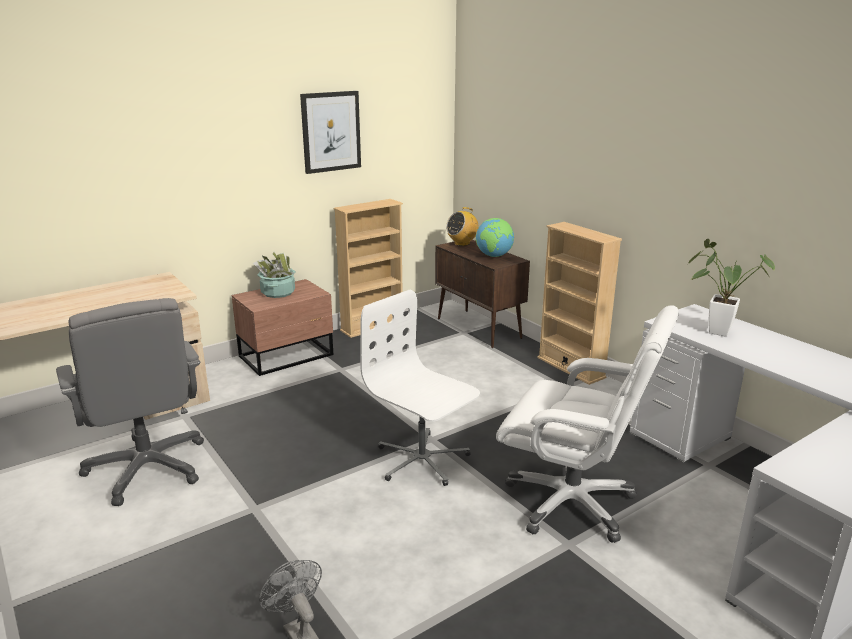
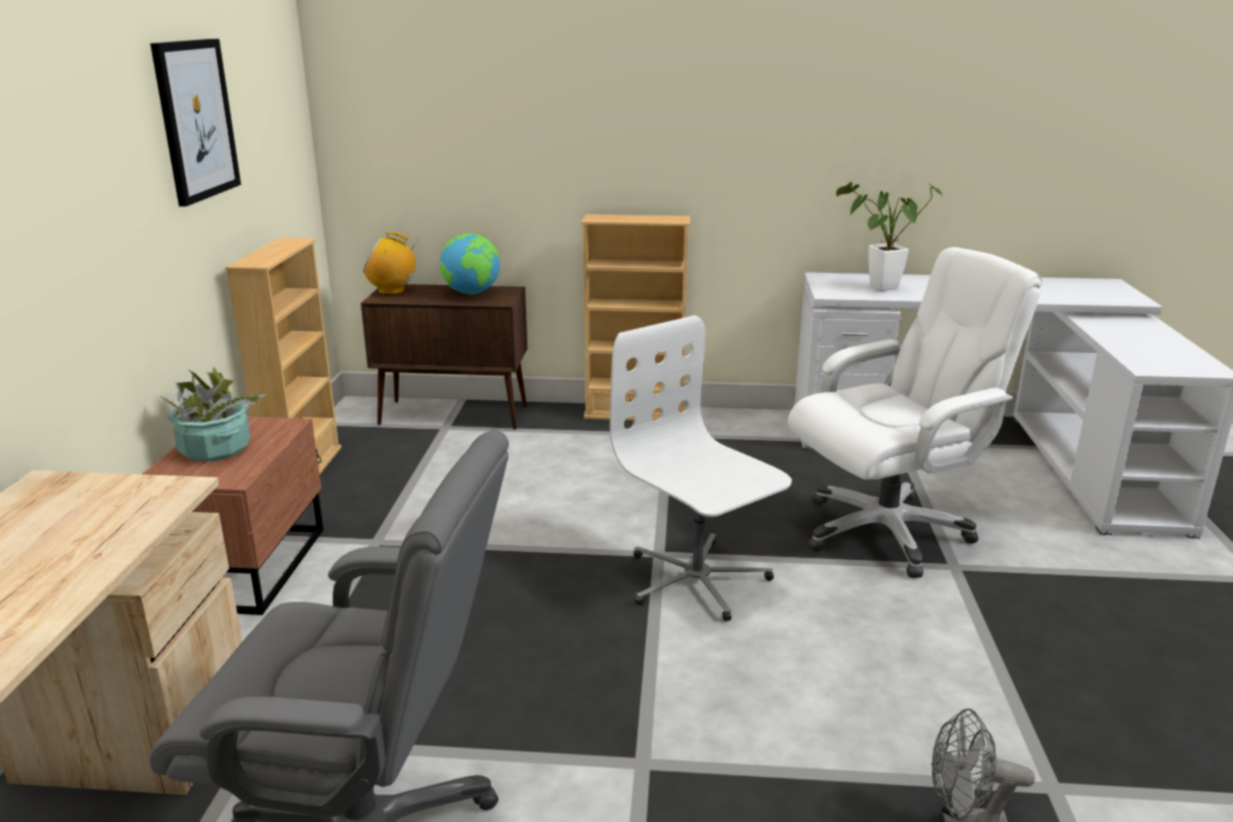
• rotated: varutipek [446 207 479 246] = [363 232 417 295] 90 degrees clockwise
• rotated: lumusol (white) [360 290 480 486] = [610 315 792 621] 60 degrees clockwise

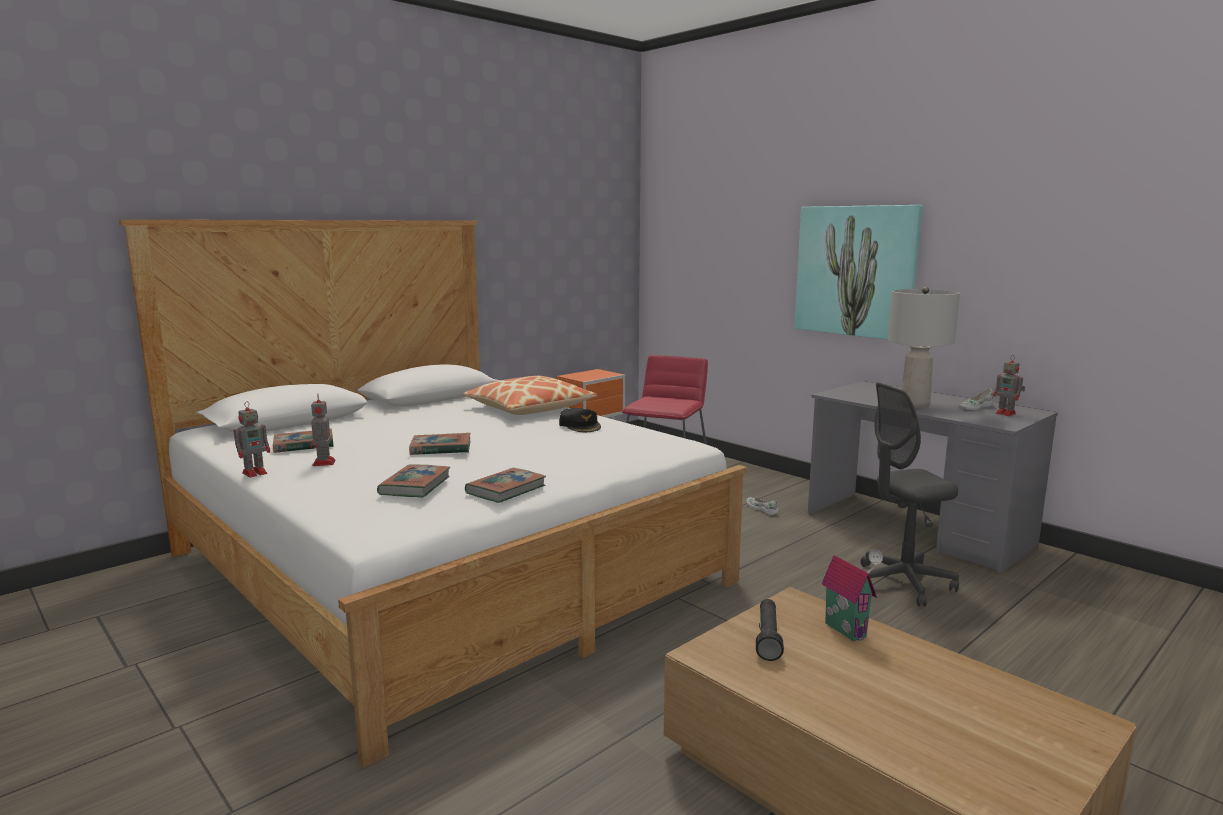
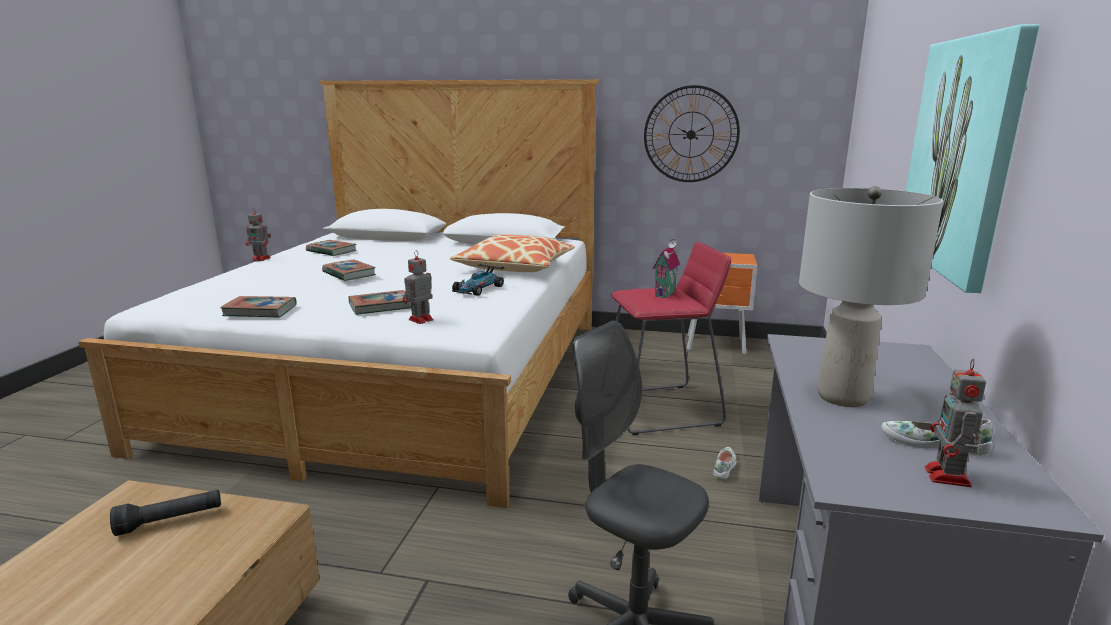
• shifted: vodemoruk [377 464 450 497] to [349 290 411 315]
• shifted: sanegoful [310 395 335 466] to [403 250 433 324]
• swapped: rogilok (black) [559 408 601 432] to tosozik [452 264 504 296]
• new: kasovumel [644 85 740 182]
• shifted: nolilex [821 549 883 641] to [653 239 680 298]

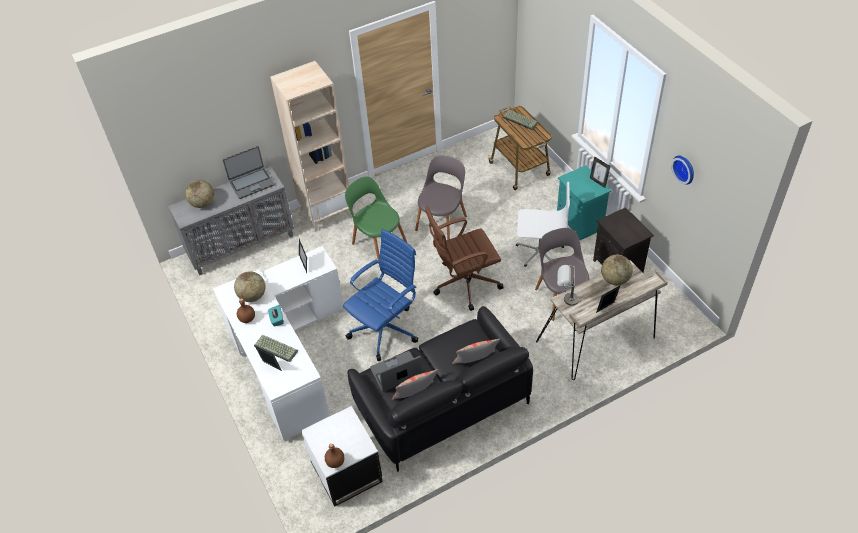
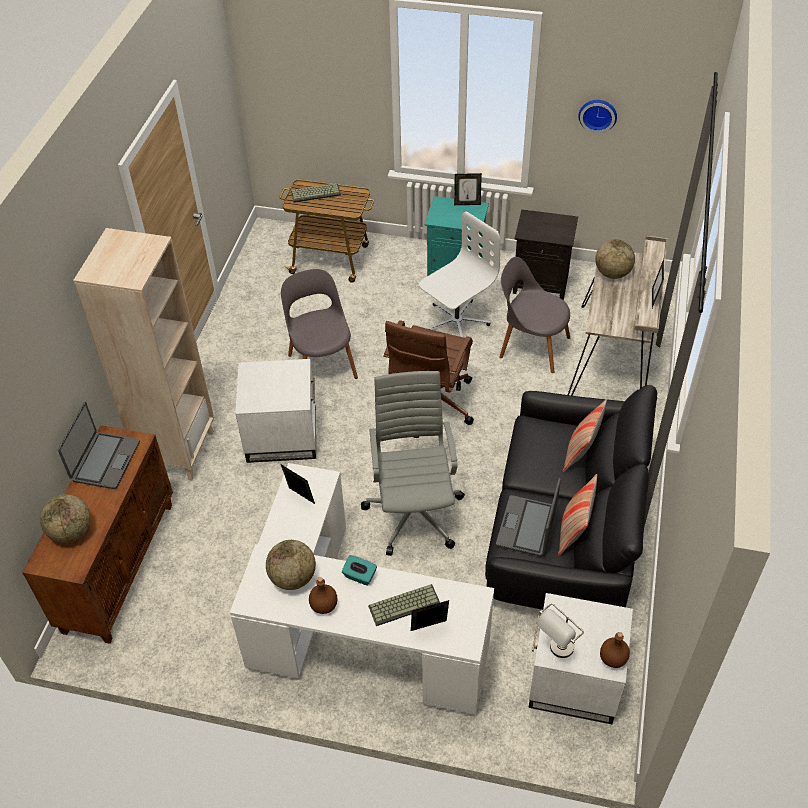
• repainted: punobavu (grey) [168 166 294 275] to punobavu (brown) [22 425 173 644]
• swapped: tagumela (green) [345 177 407 264] to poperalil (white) [235 359 316 463]
• repainted: lumusol (blue) [343 229 418 361] to lumusol (grey) [361 371 465 556]
• shifted: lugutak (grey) [557 265 579 306] to [537 603 584 658]

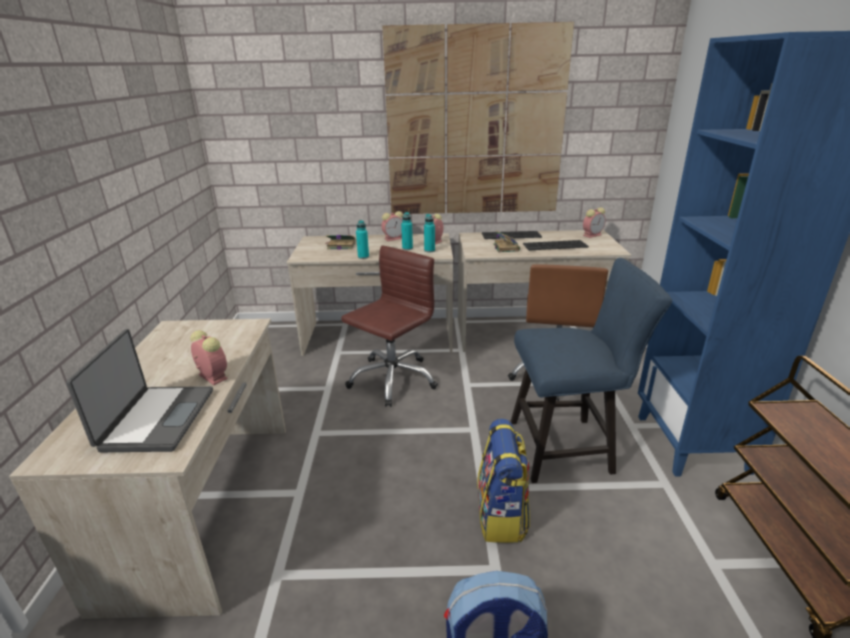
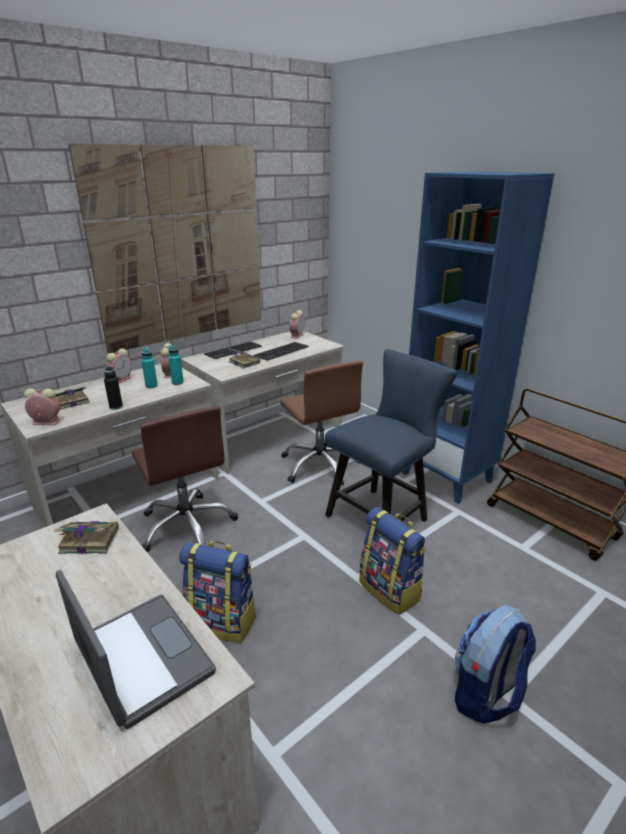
• shifted: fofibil [190 330 228 385] to [24 389 60 425]
• new: vodemoruk [54 521 119 554]
• repainted: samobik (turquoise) [356 220 369 259] to samobik (black) [104 366 123 410]
• rotated: lumusol (brown) [341 245 438 407] = [132 406 238 552] 150 degrees clockwise
• new: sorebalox [179 541 256 643]

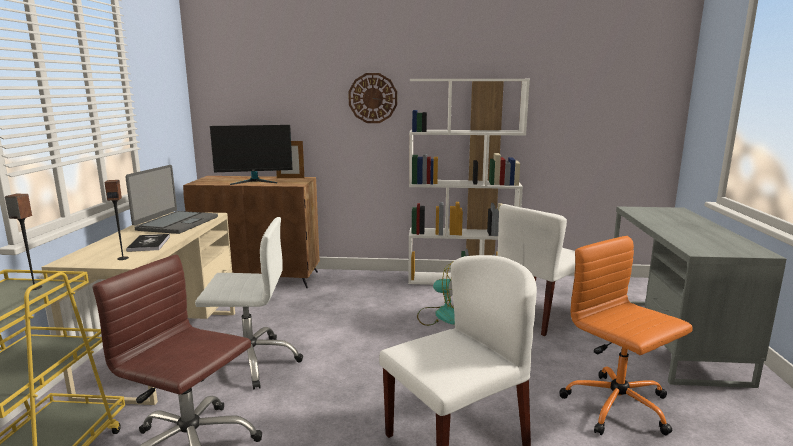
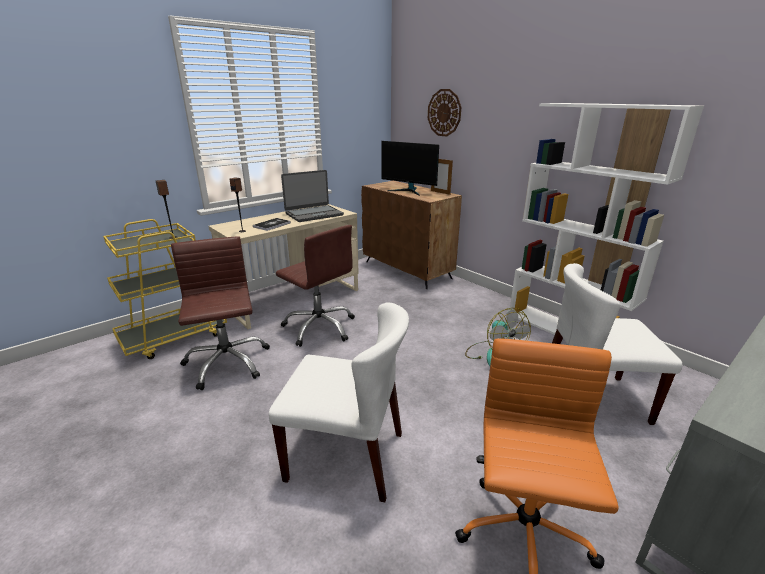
• repainted: lumusol (white) [195 217 303 390] to lumusol (brown) [276 225 355 347]
• shifted: kasovumel [348 73 397 123] to [428 89 461 137]

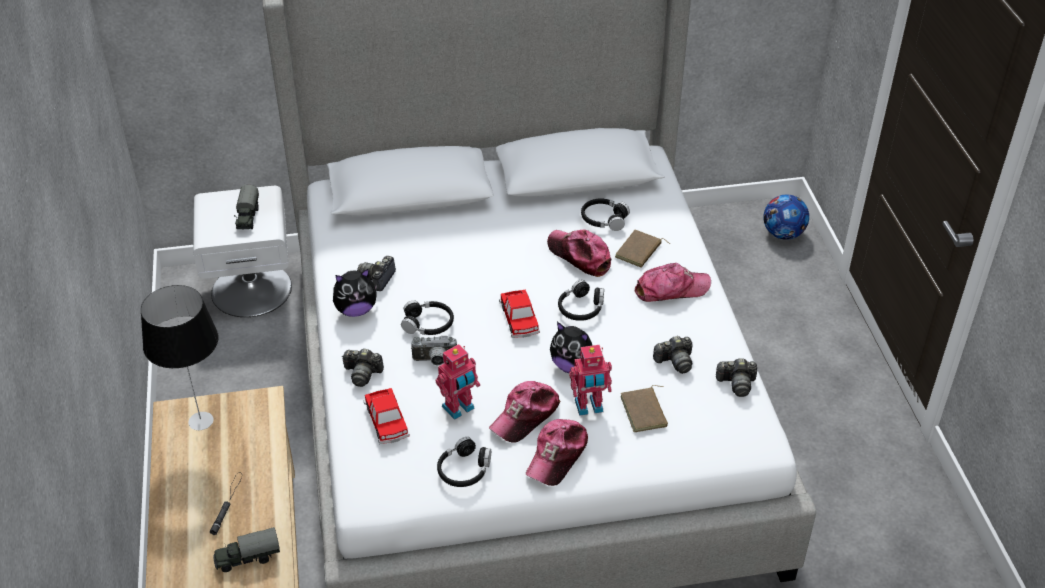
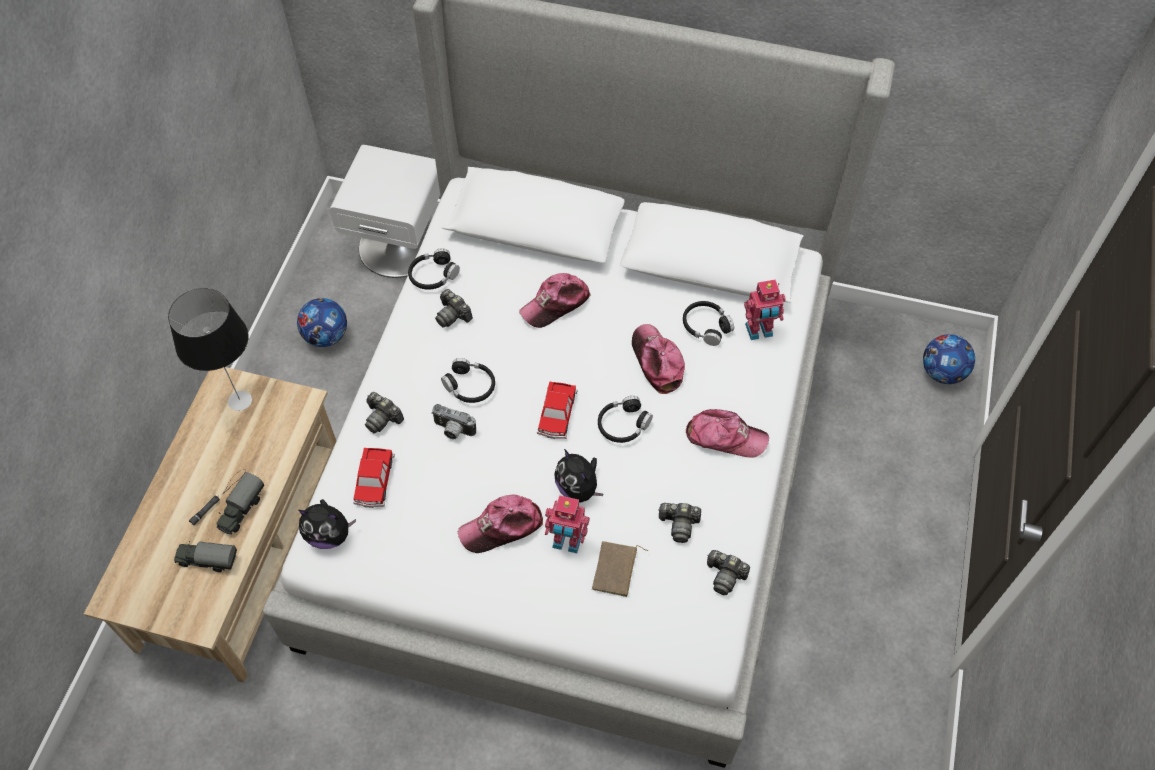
• shifted: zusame [234 185 259 230] to [217 472 264 534]
• new: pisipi [297 298 347 347]
• shifted: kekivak [333 269 377 317] to [299 499 356 549]
• shifted: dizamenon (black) [437 437 491 487] to [408 248 460 290]
• rotated: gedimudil [357 256 396 291] = [435 289 473 328] 90 degrees counterclockwise
• shifted: rogilok [526 419 588 486] to [519 273 591 328]
• shifted: sanegoful [436 344 480 420] to [744 279 786 340]
• gone: vodemoruk (brown) [615 230 670 268]

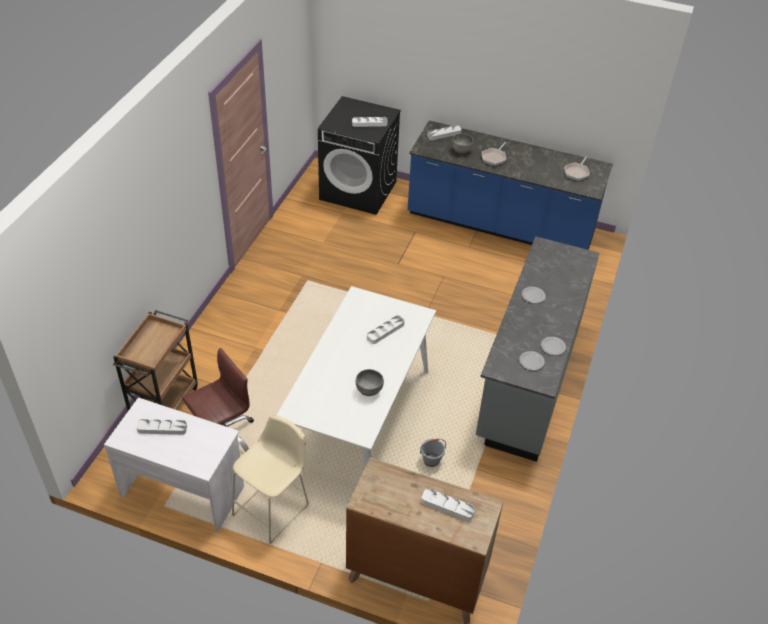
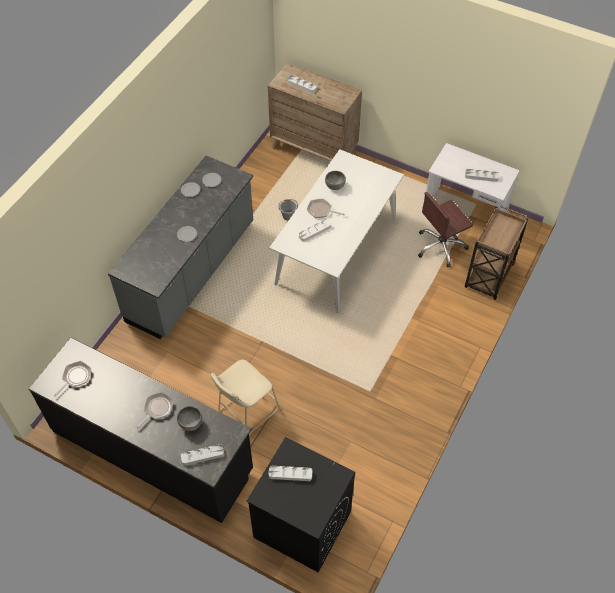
• repainted: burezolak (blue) [407 121 613 250] to burezolak (black) [29 338 253 523]
• shifted: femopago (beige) [231 414 309 544] to [211 360 280 435]
• new: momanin [307 199 345 218]

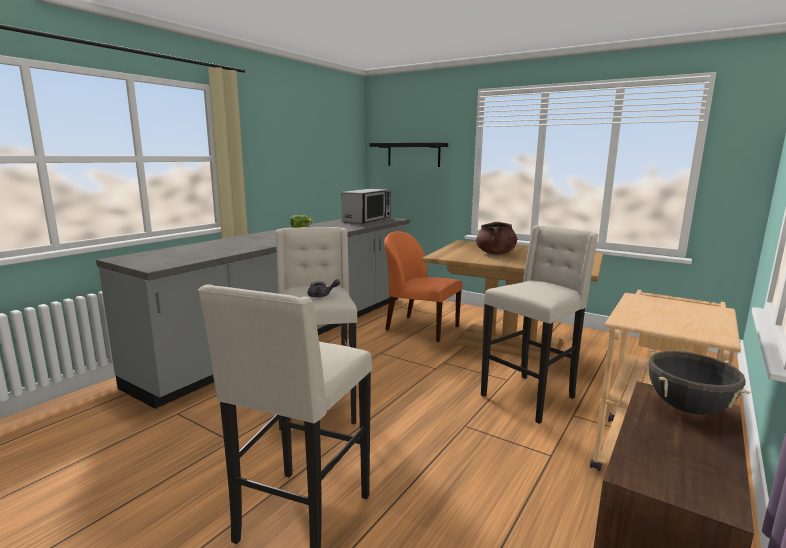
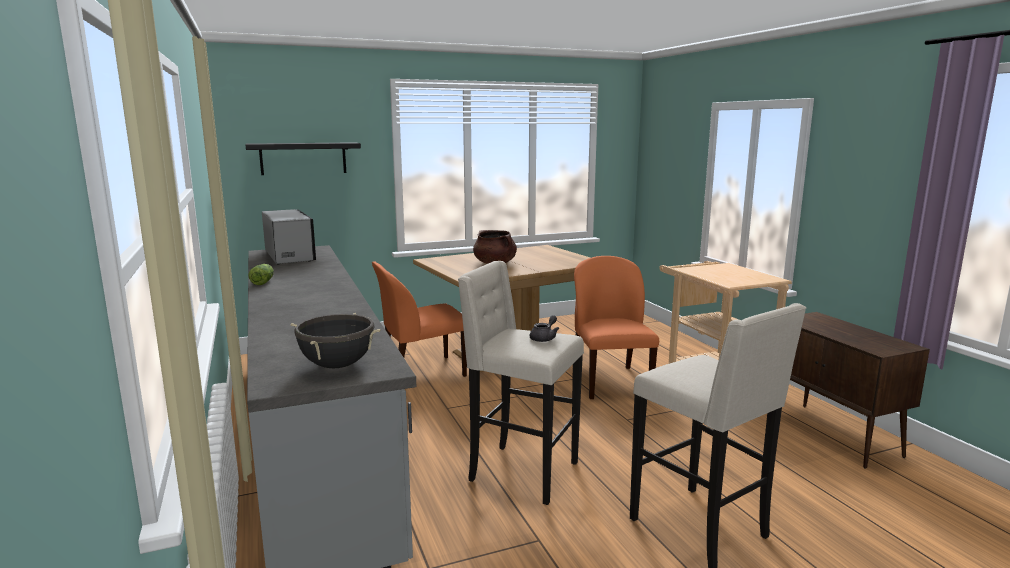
• shifted: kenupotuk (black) [649 350 750 415] to [291 313 380 368]
• swapped: femopago (beige) [481 225 598 424] to tagumela (orange) [574 256 659 399]

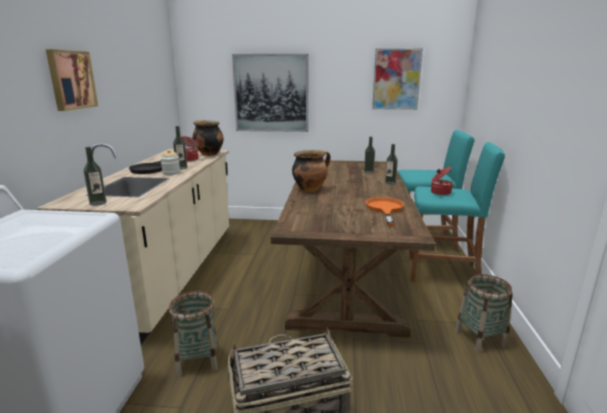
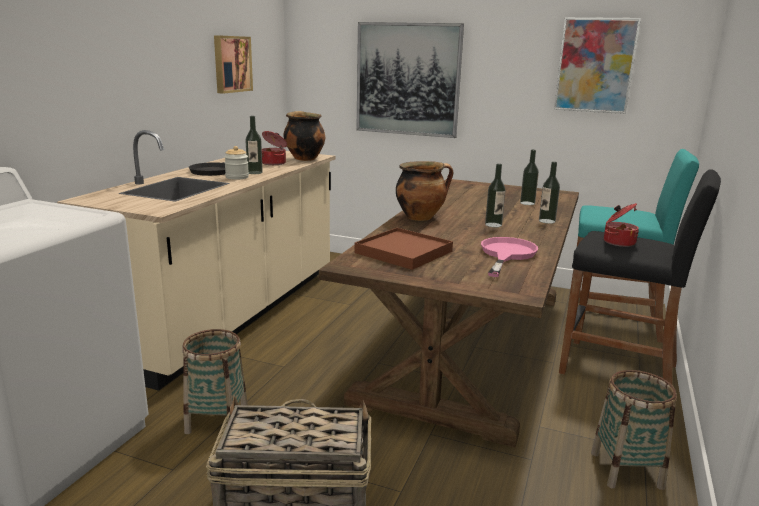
• shifted: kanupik [46 49 98 111] to [214 35 253 94]
• new: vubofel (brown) [354 228 453 270]
• repainted: momanin (orange) [366 197 404 226] to momanin (pink) [481 237 538 277]
• shifted: samobik [83 147 107 206] to [485 164 506 227]
• repainted: femopago (turquoise) [409 142 505 282] to femopago (black) [559 169 721 385]

